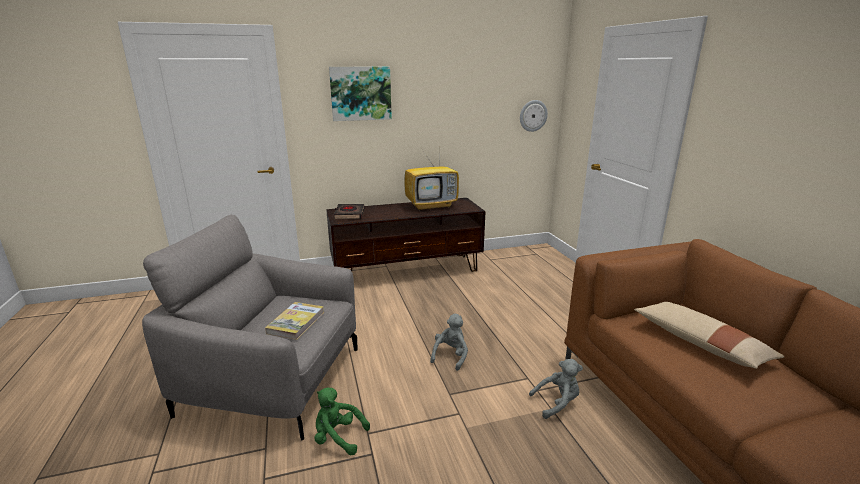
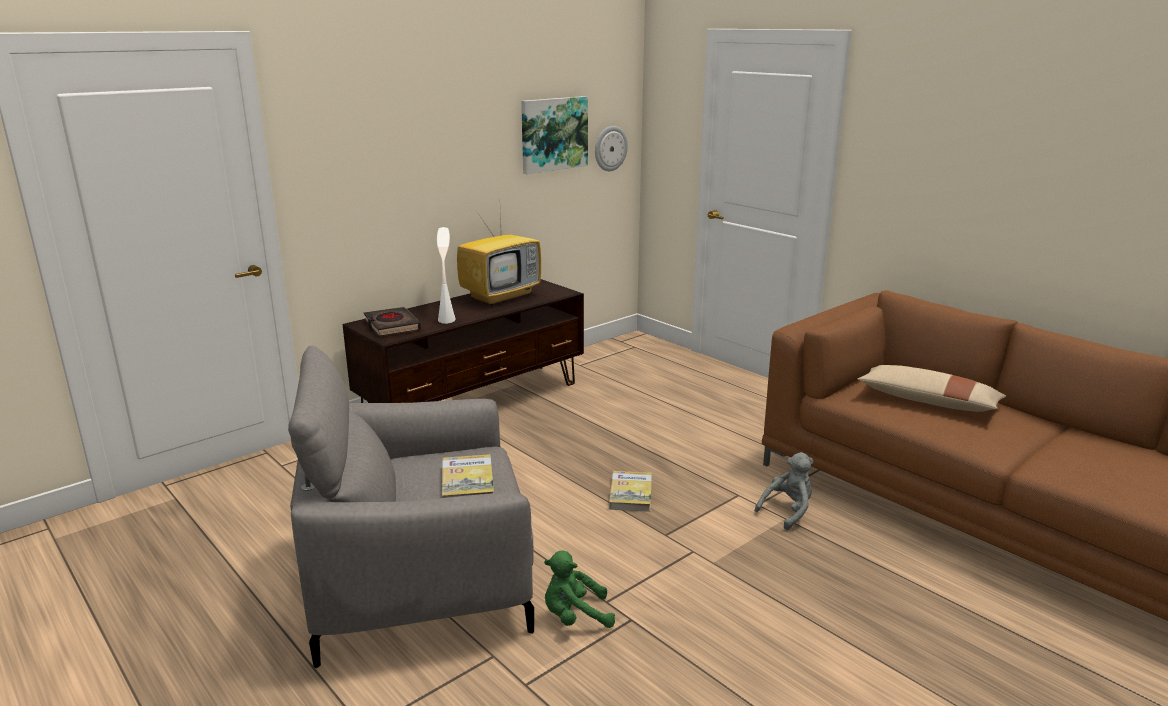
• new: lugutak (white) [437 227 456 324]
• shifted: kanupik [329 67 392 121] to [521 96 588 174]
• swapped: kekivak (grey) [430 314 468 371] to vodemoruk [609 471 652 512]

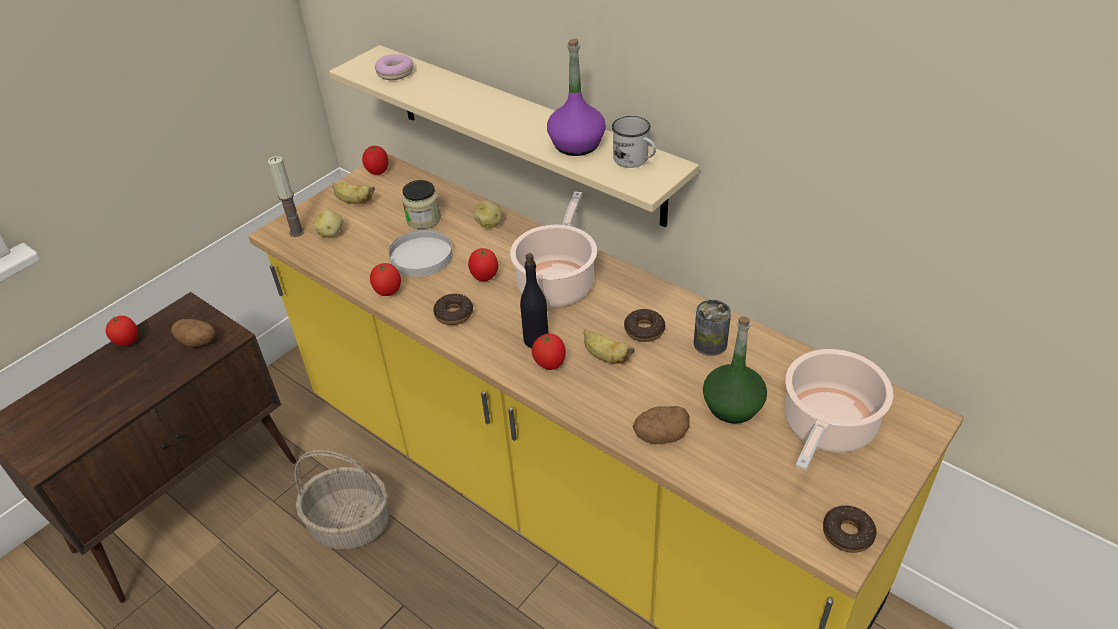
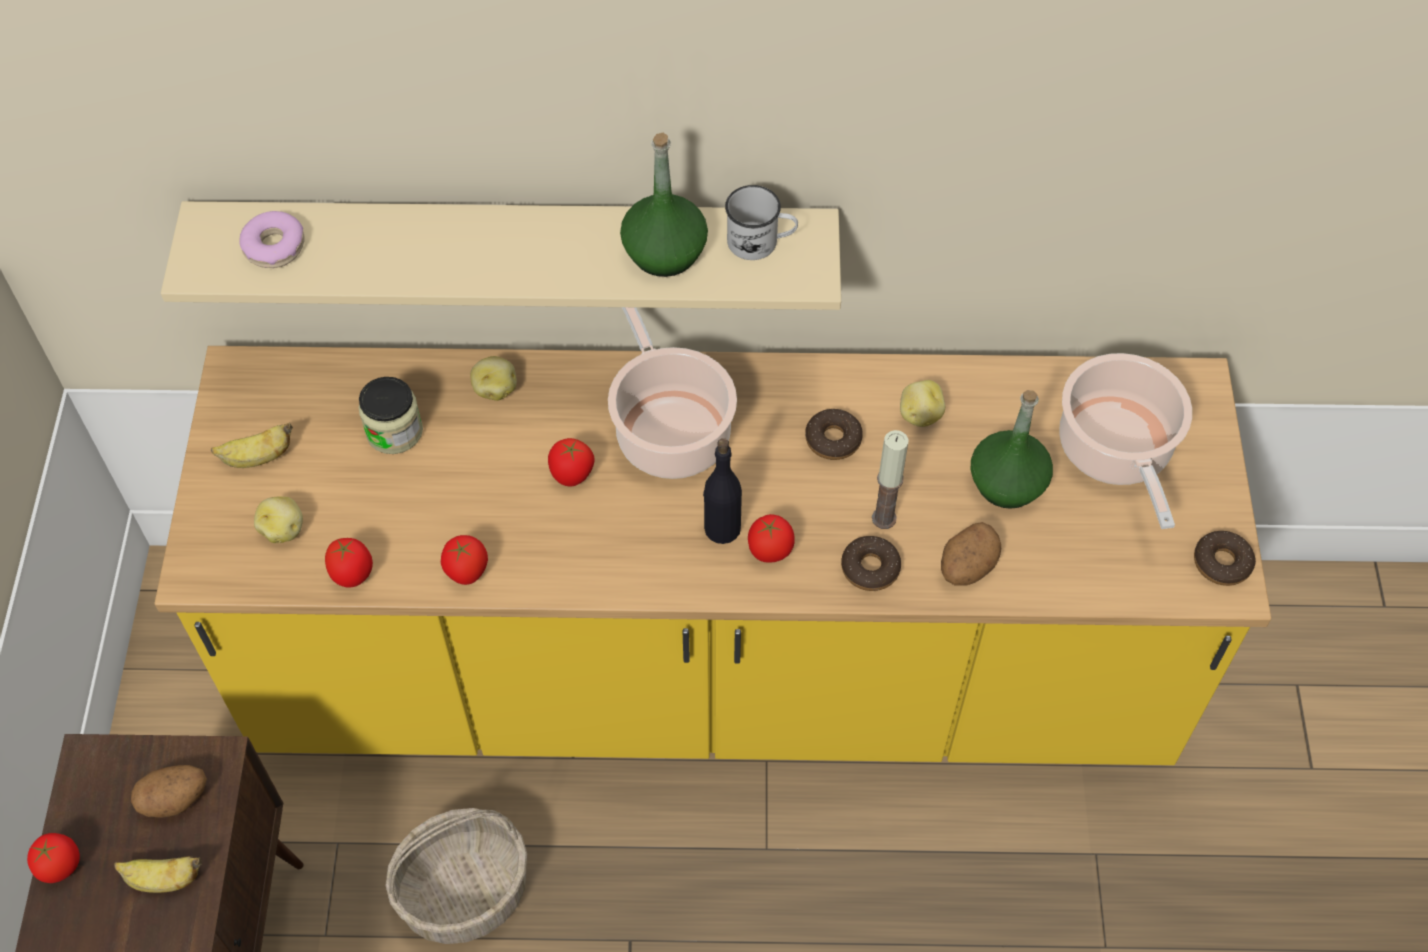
• shifted: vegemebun [584 329 634 364] to [114 856 202 893]
• shifted: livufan [362 145 388 175] to [325 538 373 588]
• repainted: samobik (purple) [547 39 606 156] to samobik (green) [620 133 708 277]
• shifted: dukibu [433 294 473 325] to [841 536 901 591]
• shifted: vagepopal [268 156 304 237] to [872 430 909 529]
• swapped: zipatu [694 300 731 356] to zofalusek [900 380 945 427]
• gone: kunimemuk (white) [389 230 453 277]

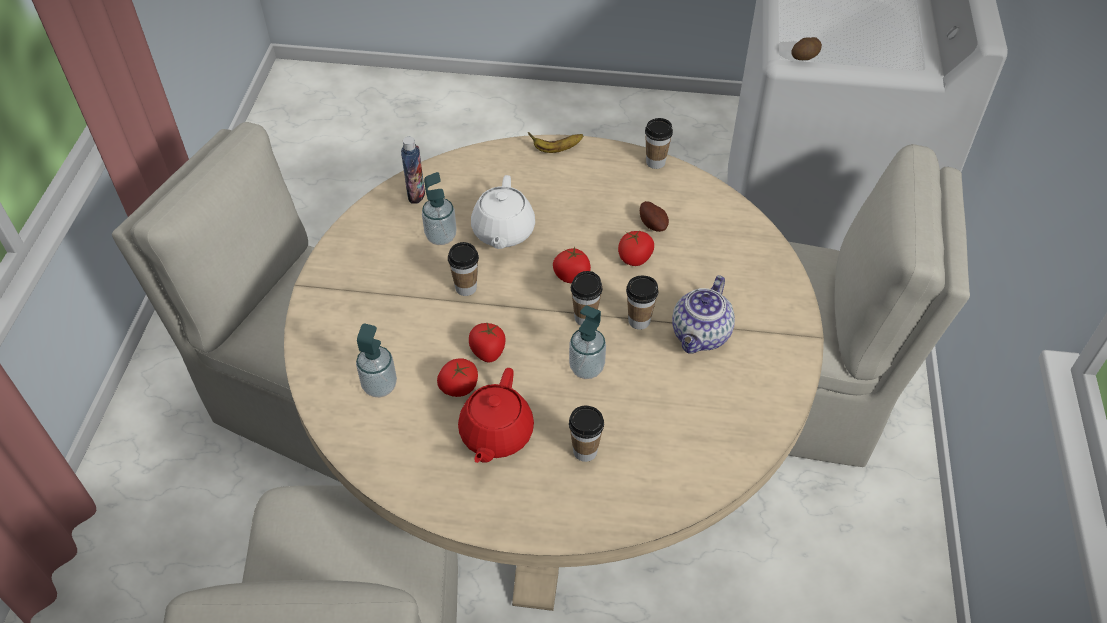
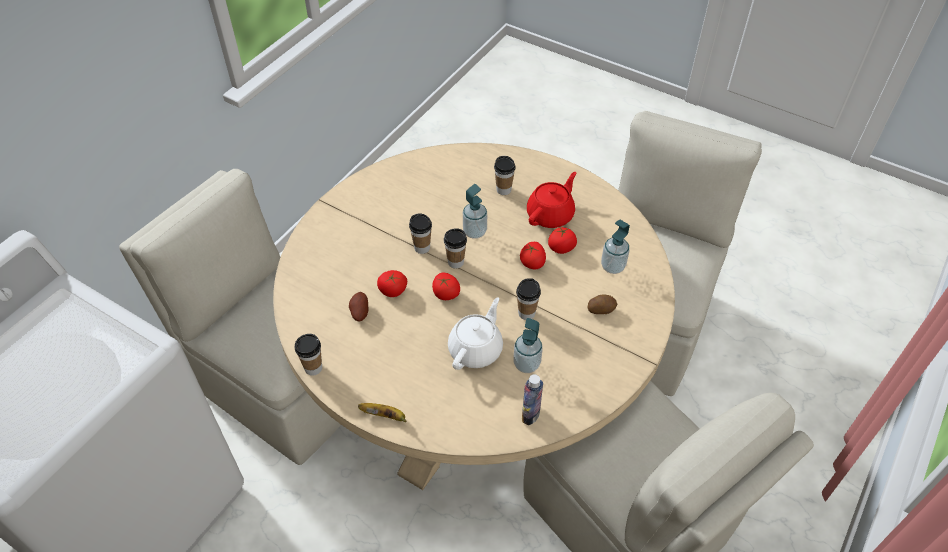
• shifted: zofalusek [791 37 822 60] to [587 295 617 314]
• gone: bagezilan [672 275 735 353]

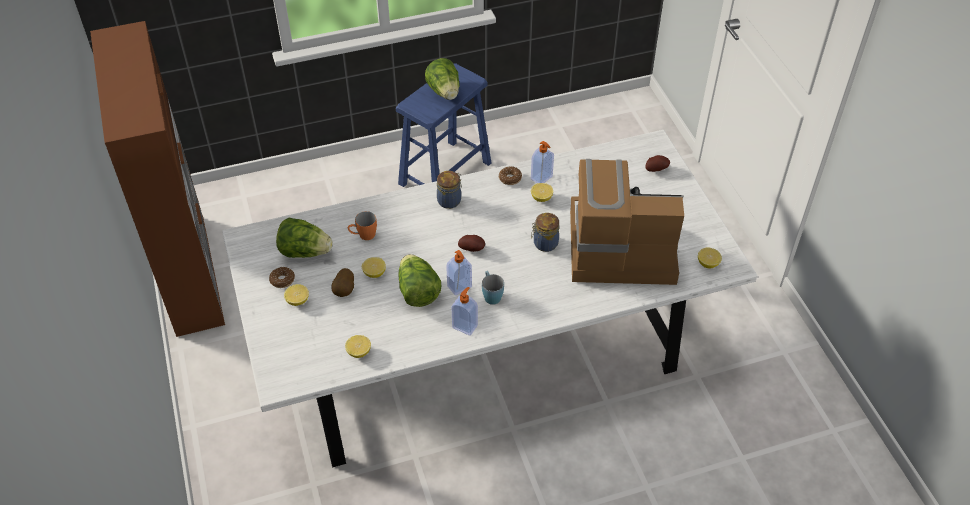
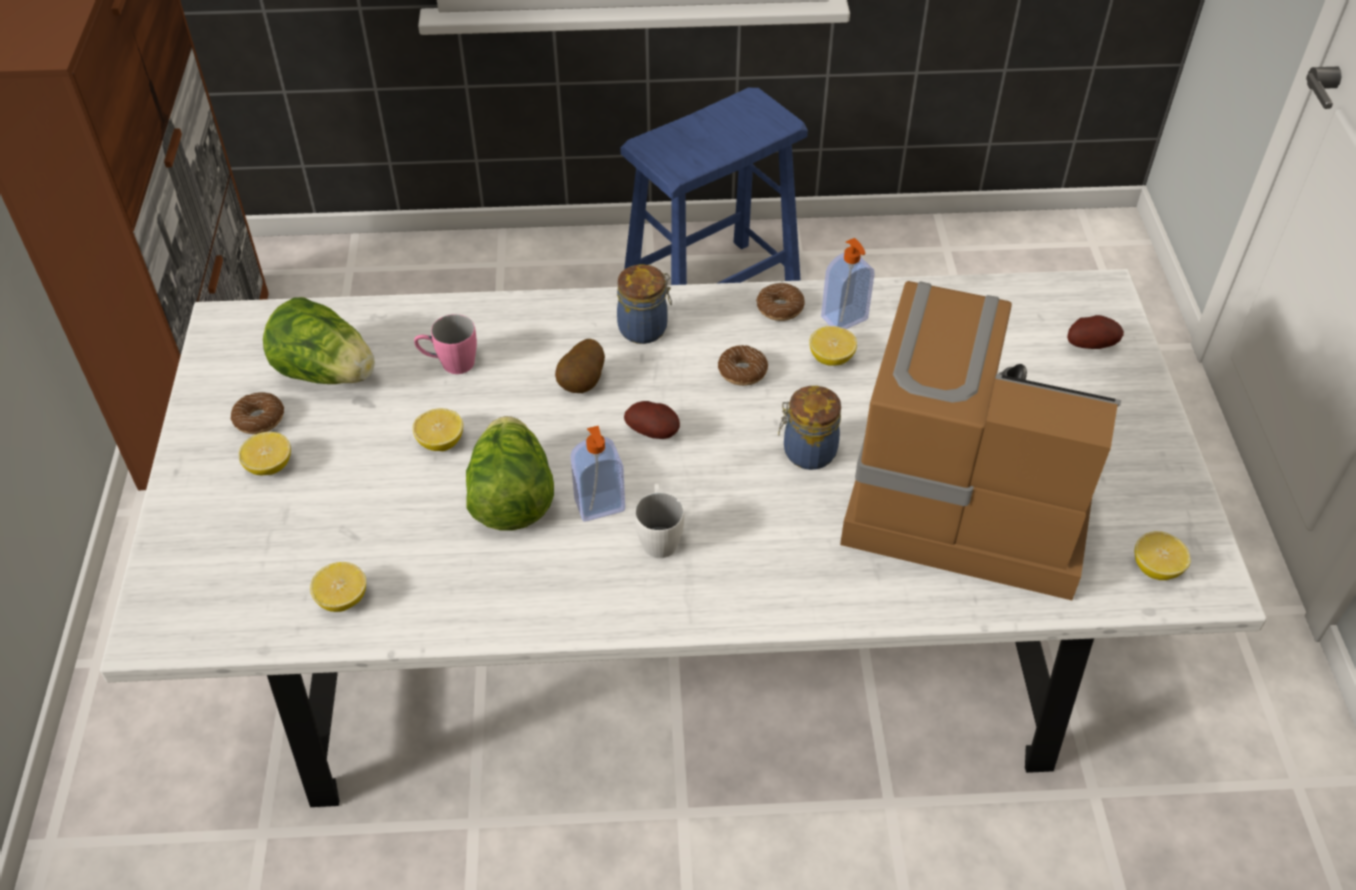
• repainted: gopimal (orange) [348 211 377 240] to gopimal (pink) [414 314 477 374]
• shifted: zofalusek [331 268 354 297] to [555 339 605 393]
• repainted: gopimal (blue) [482 271 504 305] to gopimal (white) [635 483 684 558]
• new: dukibu [718 345 768 386]
• gone: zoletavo [425 58 460 100]
• gone: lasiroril [451 287 478 336]

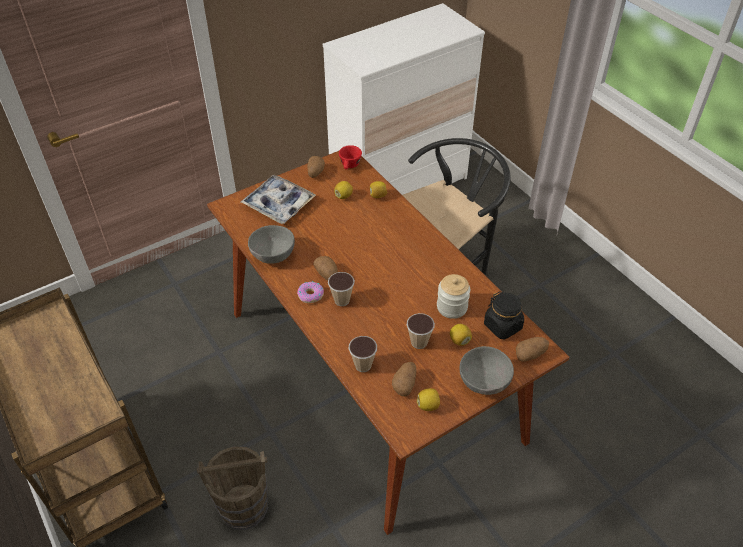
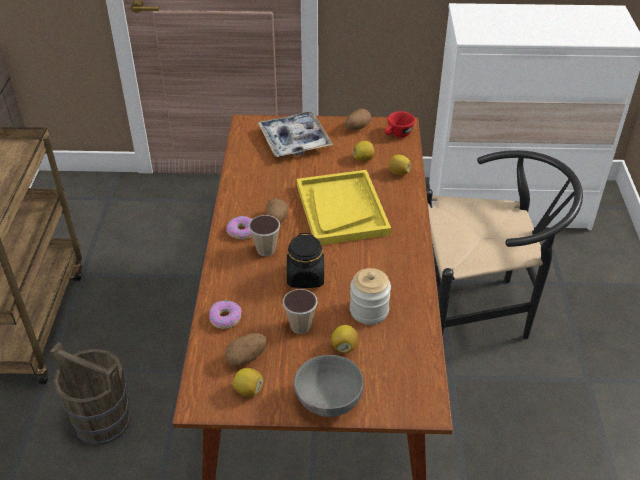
• swapped: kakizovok [349 336 377 372] to dukibu [209 301 242 329]
• shifted: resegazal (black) [484 291 524 340] to [287 233 324 288]
• new: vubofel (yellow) [297 170 391 245]
• gone: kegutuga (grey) [248 225 295 264]
• gone: zofalusek [516 337 549 362]

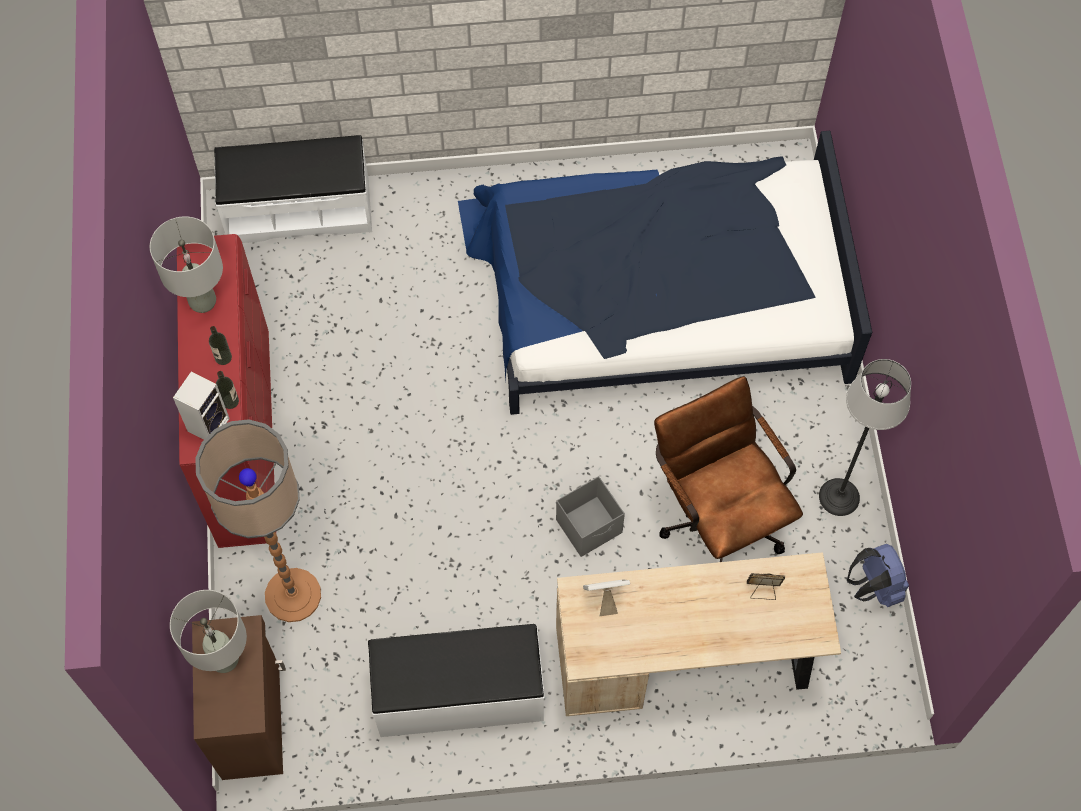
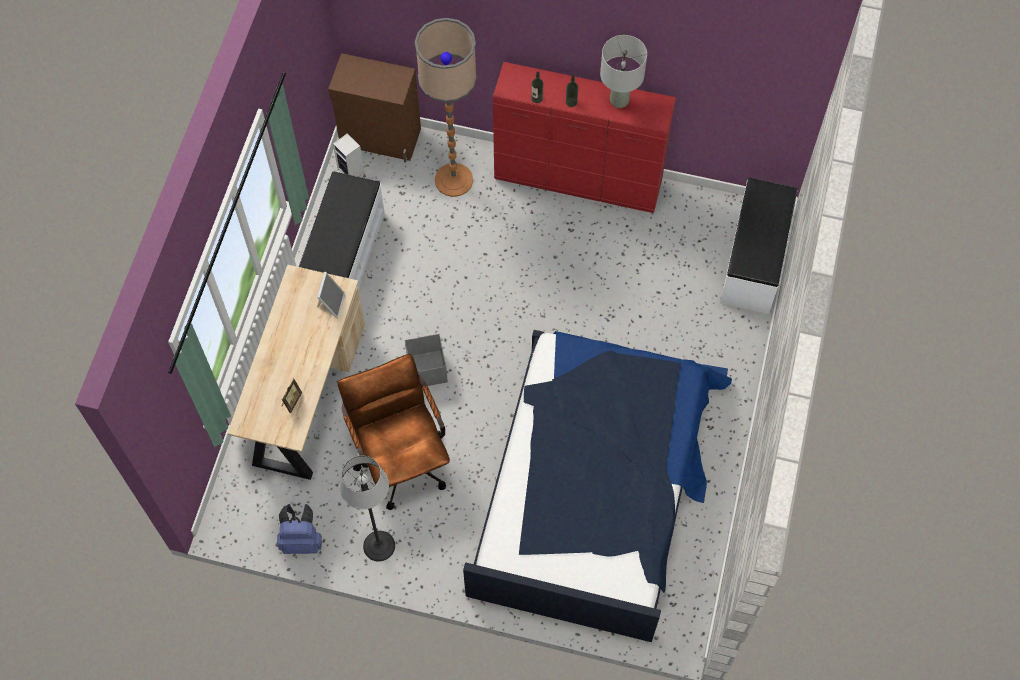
• shifted: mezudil [173 372 230 440] to [333 133 364 177]
• rotated: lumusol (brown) [654 376 803 562] = [337 354 450 510] 105 degrees counterclockwise
• gone: lugutak (grey) [170 590 247 673]

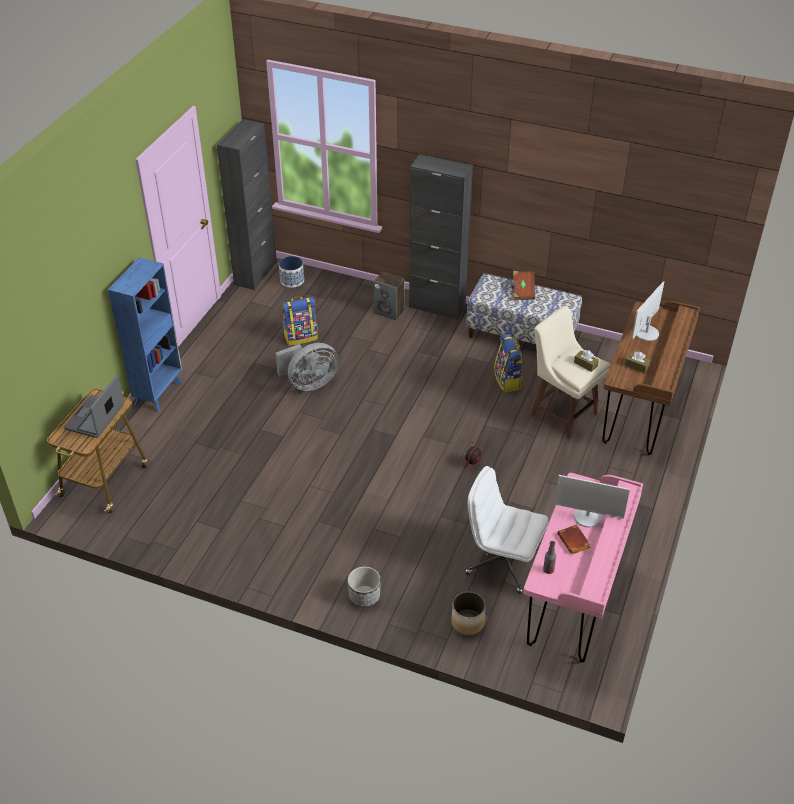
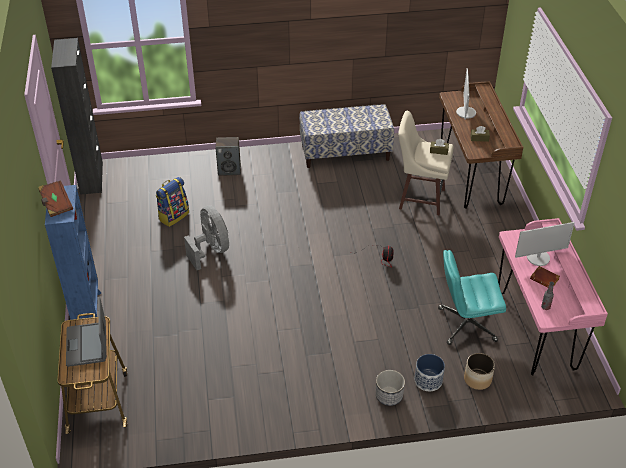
• shifted: vodemoruk (brown) [511 271 535 300] to [38 180 73 217]
• rotated: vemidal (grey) [276 343 339 391] = [184 206 229 270] 60 degrees counterclockwise
• shifted: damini [279 256 304 288] to [415 354 445 391]
• repainted: lumusol (white) [465 466 549 594] to lumusol (turquoise) [438 250 506 345]
• gone: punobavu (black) [409 154 473 320]
• gone: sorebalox [494 334 523 392]

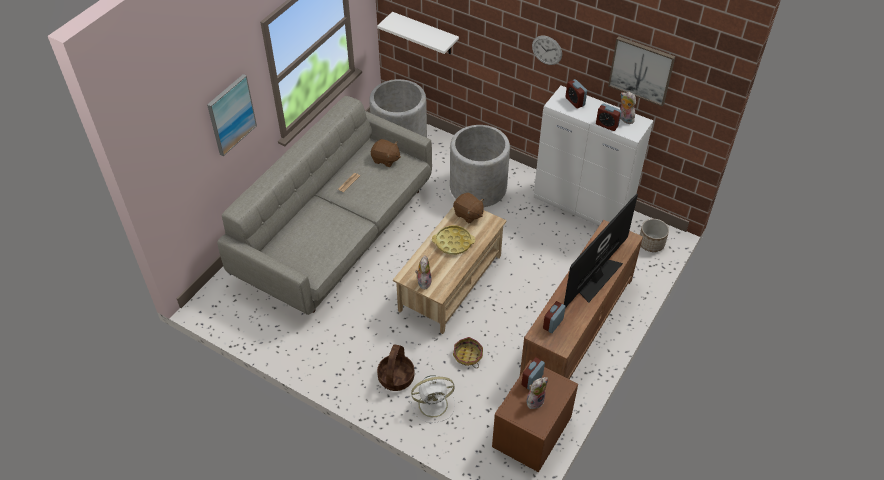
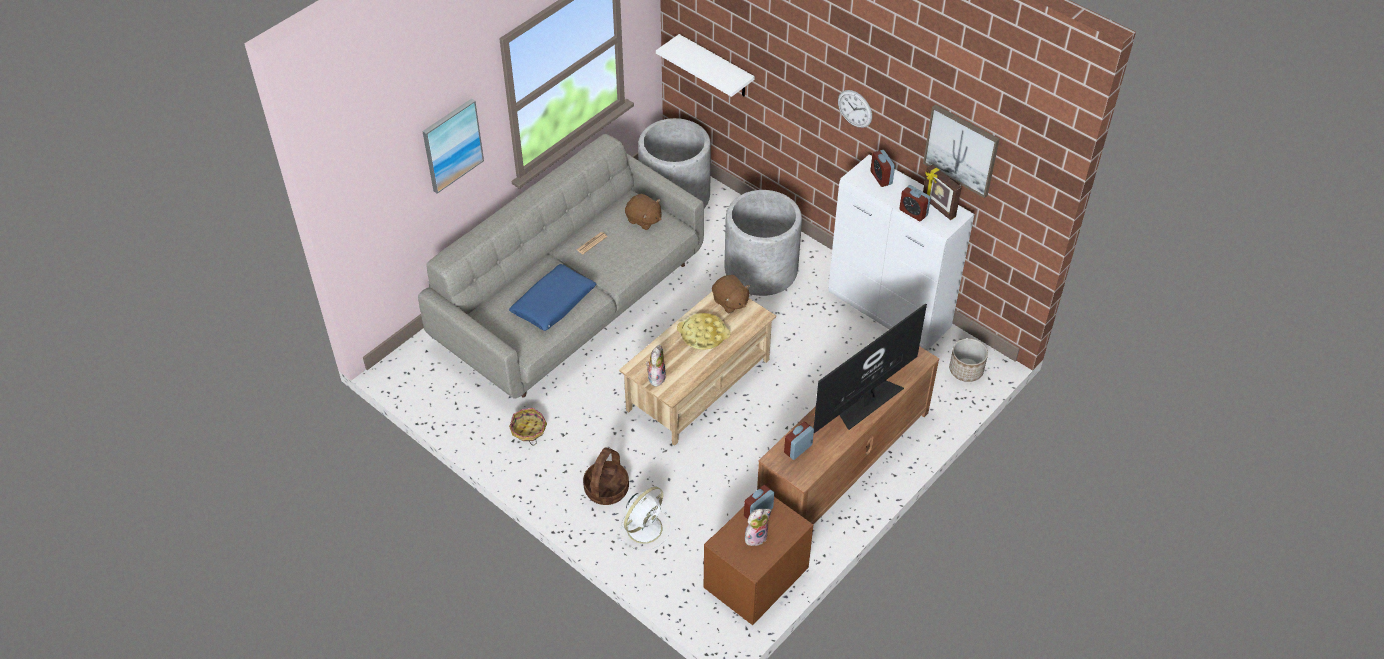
• new: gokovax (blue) [509 264 596 331]
• shifted: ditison [453 337 483 368] to [509 408 547 445]
• rotated: vemidal (white) [410 375 455 423] = [618 487 672 551] 45 degrees counterclockwise
• swapped: kekivak [620 92 636 124] to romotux [923 164 962 220]

